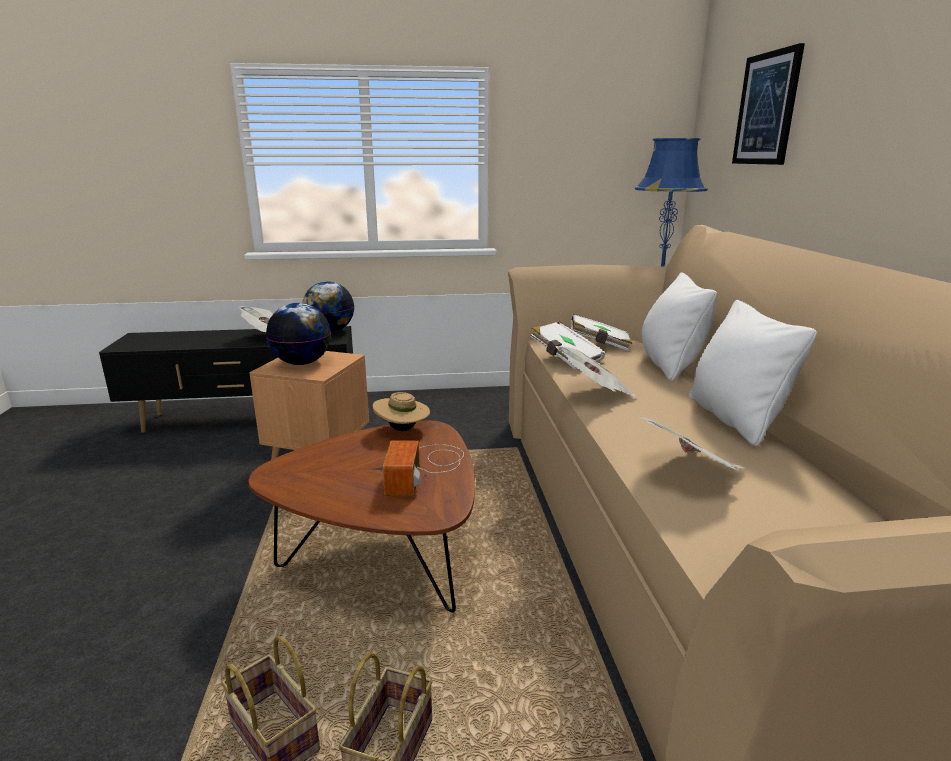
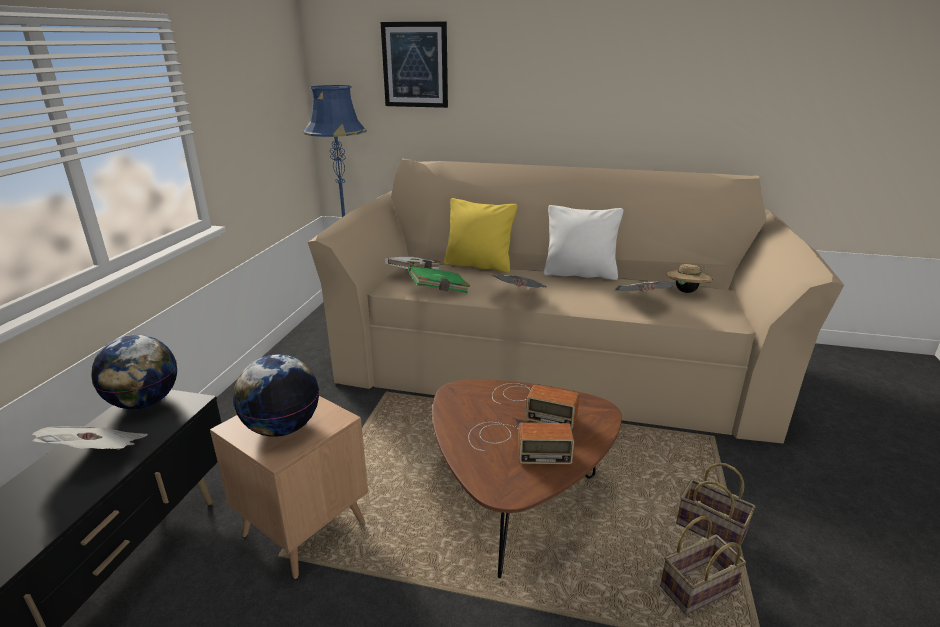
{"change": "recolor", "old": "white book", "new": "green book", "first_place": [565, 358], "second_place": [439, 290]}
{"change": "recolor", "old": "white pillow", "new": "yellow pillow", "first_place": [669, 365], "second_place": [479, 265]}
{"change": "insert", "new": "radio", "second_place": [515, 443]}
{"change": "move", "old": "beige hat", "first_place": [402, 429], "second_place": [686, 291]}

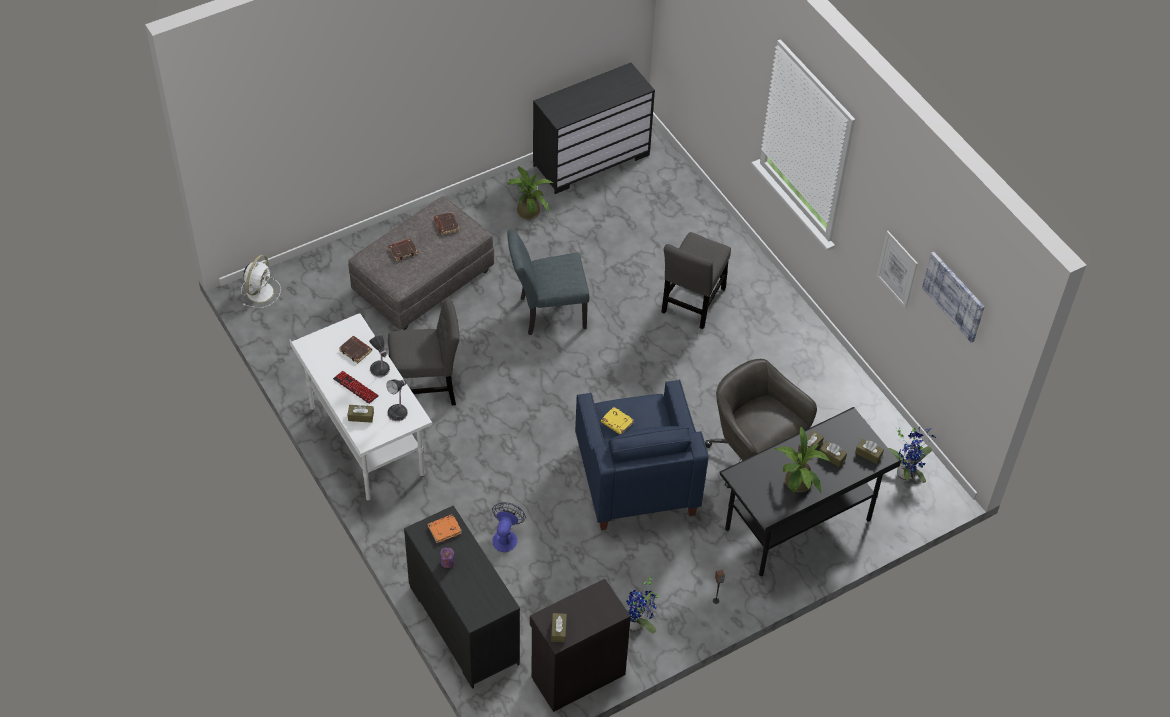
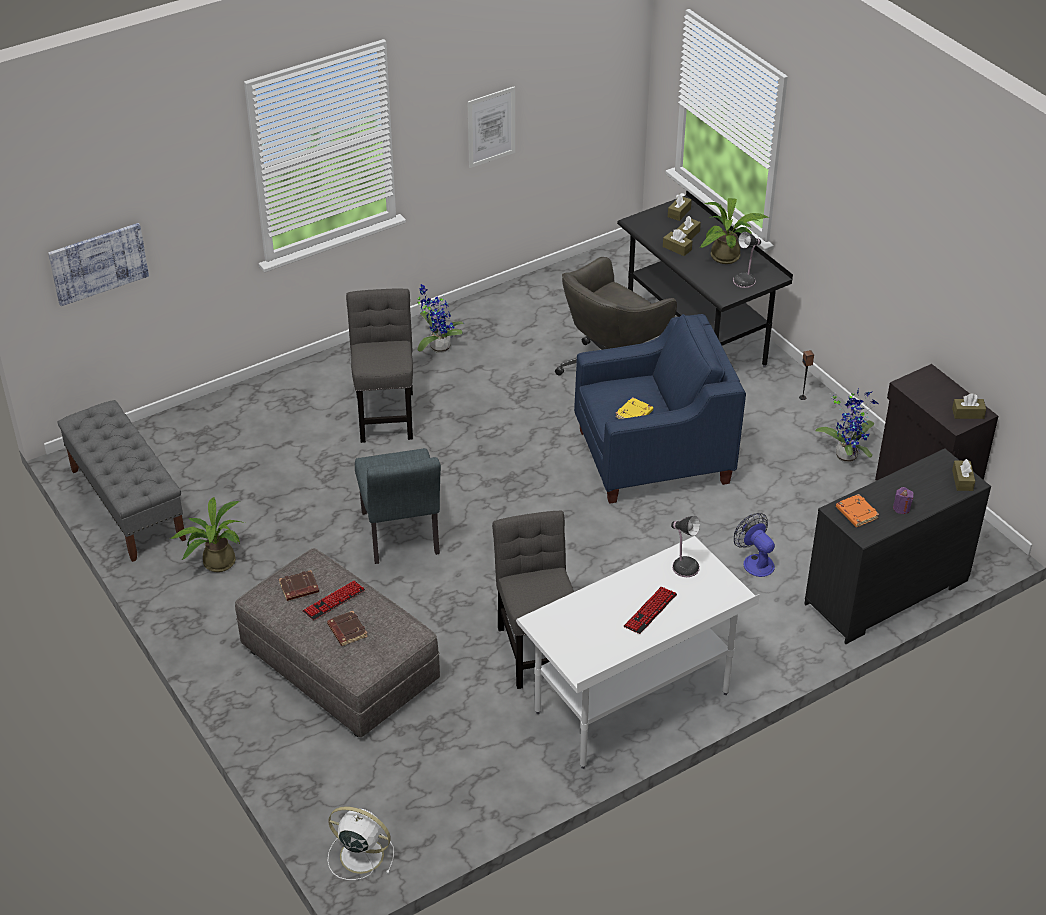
{"change": "move", "old": "picture", "first_place": [954, 296], "second_place": [98, 263]}
{"change": "replace", "old": "black dresser", "new": "grey bench", "first_place": [591, 159], "second_place": [127, 504]}
{"change": "insert", "new": "keyboard", "second_place": [334, 601]}
{"change": "rotate", "old": "grey chair", "first_place": [692, 303], "second_place": [385, 413], "degrees": -120}
{"change": "move", "old": "potted plant", "first_place": [906, 472], "second_place": [437, 346]}
{"change": "move", "old": "table lamp", "first_place": [380, 370], "second_place": [745, 280]}
{"change": "rotate", "old": "fan", "first_place": [506, 537], "second_place": [755, 562], "degrees": 45}
{"change": "move", "old": "brown tissue box", "first_place": [361, 416], "second_place": [962, 480]}
{"change": "delete", "old": "brown book", "first_place": [356, 351]}

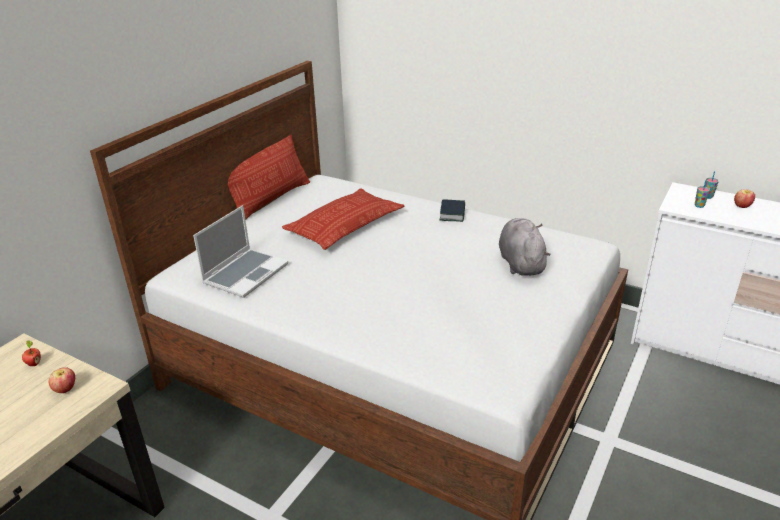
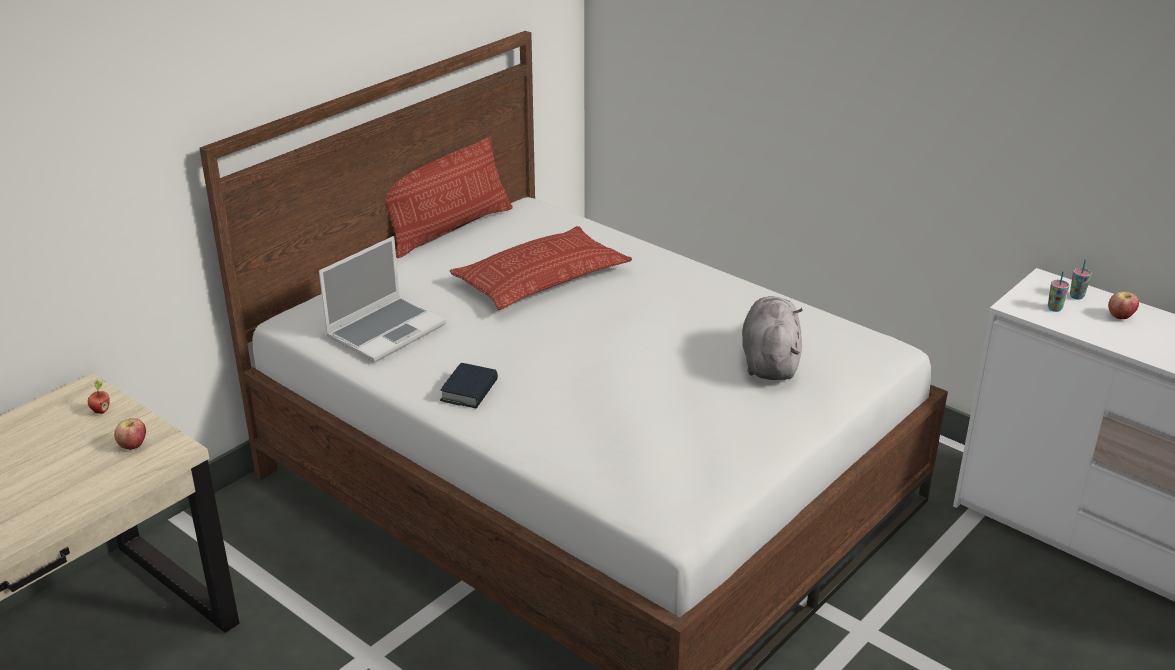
{"change": "move", "old": "book", "first_place": [452, 214], "second_place": [469, 391]}

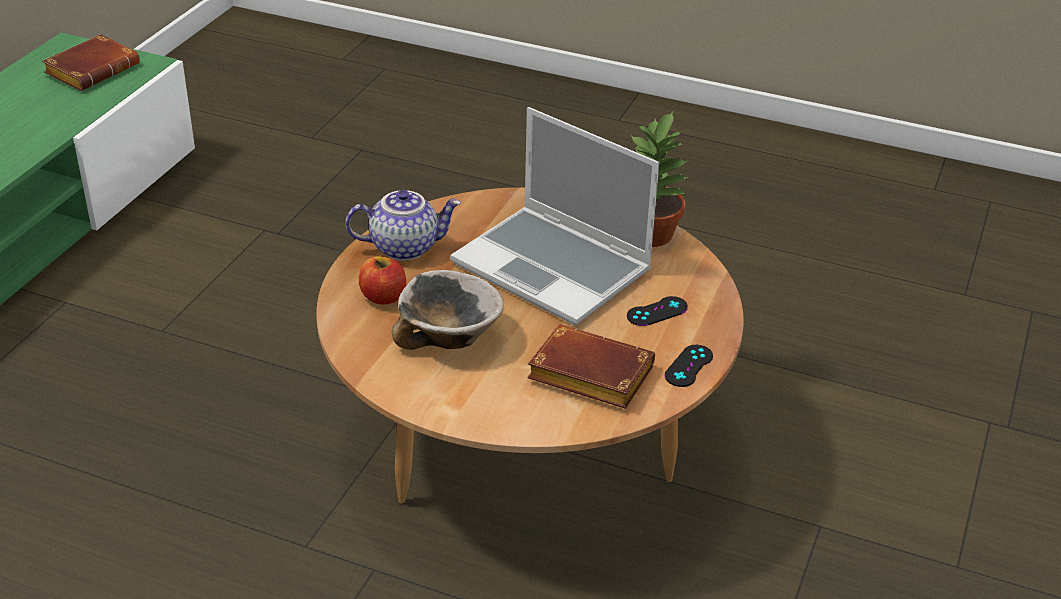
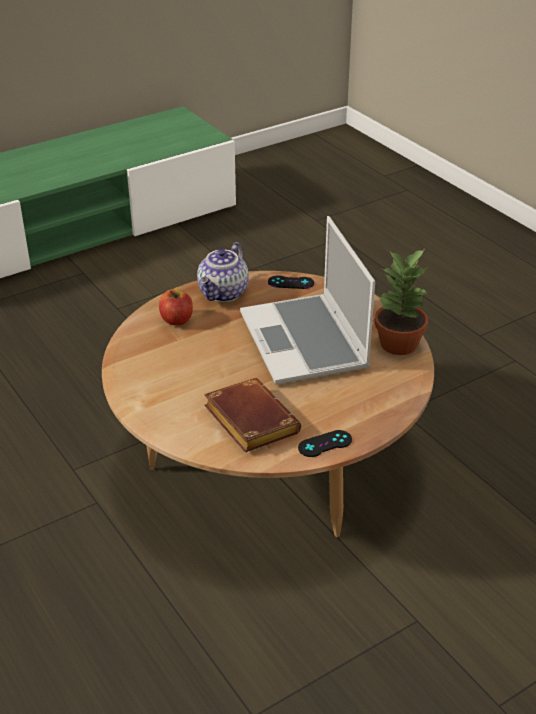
{"change": "rotate", "old": "teapot", "first_place": [405, 247], "second_place": [224, 294], "degrees": 90}
{"change": "move", "old": "black game controller", "first_place": [657, 312], "second_place": [290, 282]}
{"change": "delete", "old": "brown book", "first_place": [93, 69]}
{"change": "delete", "old": "bowl", "first_place": [450, 336]}

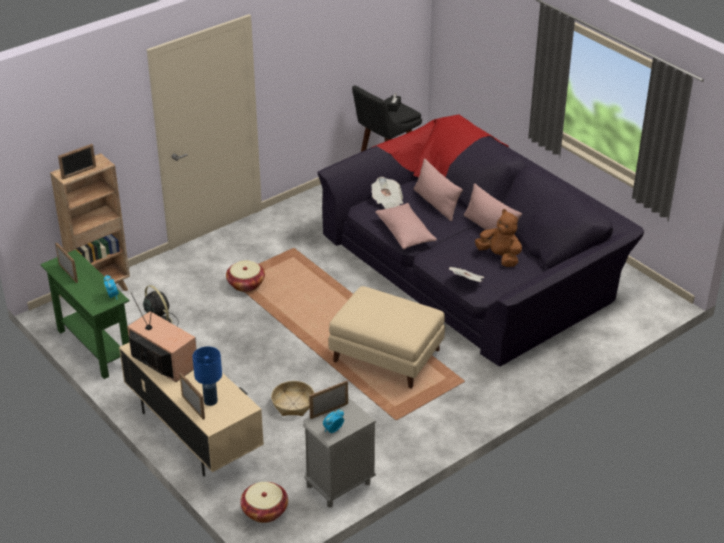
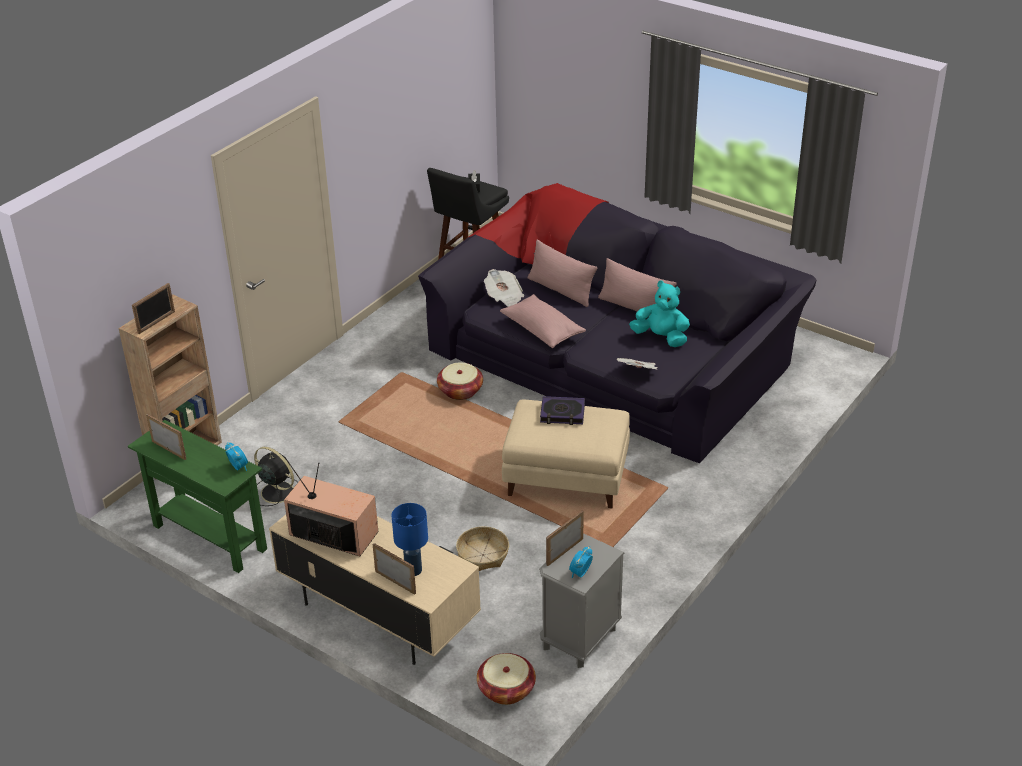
{"change": "move", "old": "basket", "first_place": [246, 284], "second_place": [460, 391]}
{"change": "insert", "new": "book", "second_place": [562, 414]}
{"change": "recolor", "old": "brown plush toy", "new": "turquoise plush toy", "first_place": [500, 257], "second_place": [661, 337]}

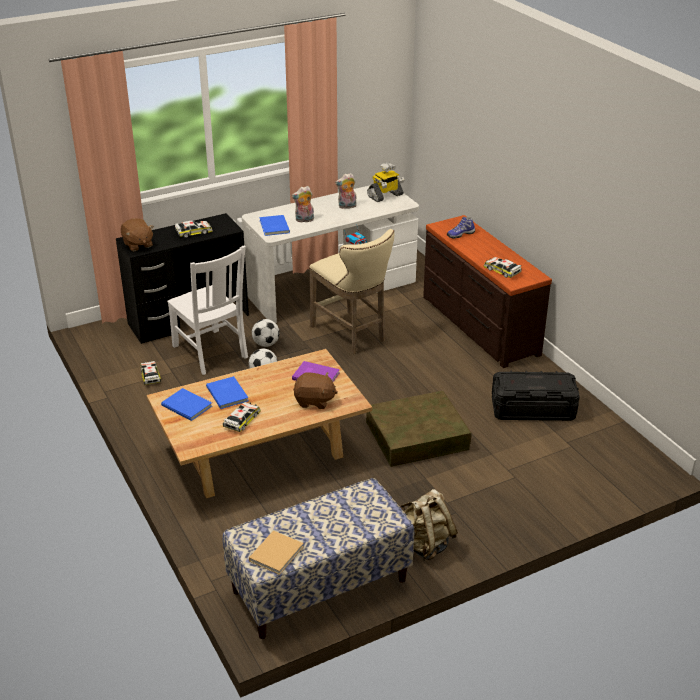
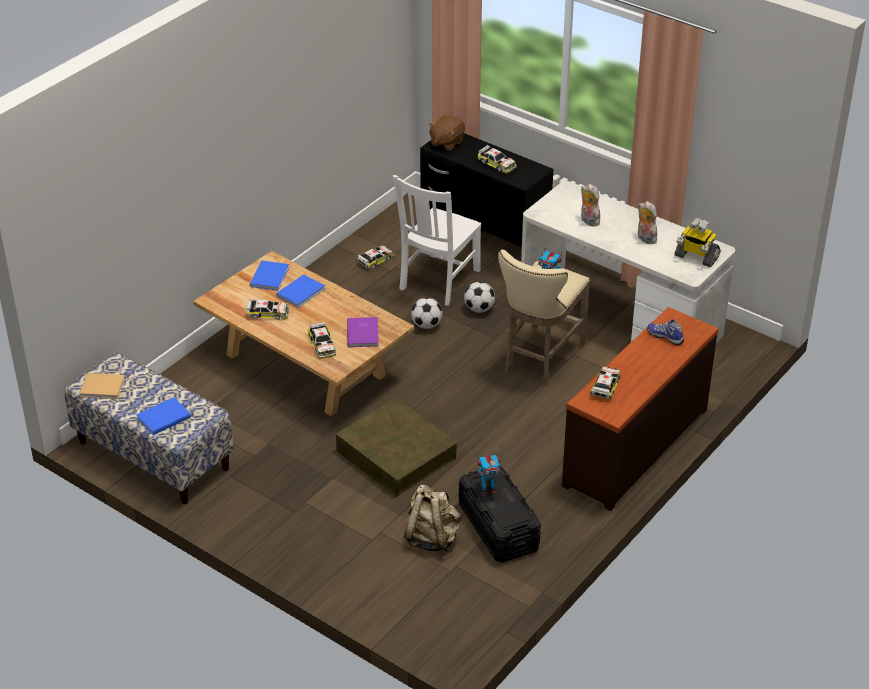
{"change": "move", "old": "blue book", "first_place": [273, 227], "second_place": [162, 417]}
{"change": "replace", "old": "brown plush toy", "new": "toy car", "first_place": [314, 401], "second_place": [322, 345]}
{"change": "move", "old": "beige backpack", "first_place": [423, 545], "second_place": [432, 538]}
{"change": "insert", "new": "toy robot", "second_place": [488, 490]}

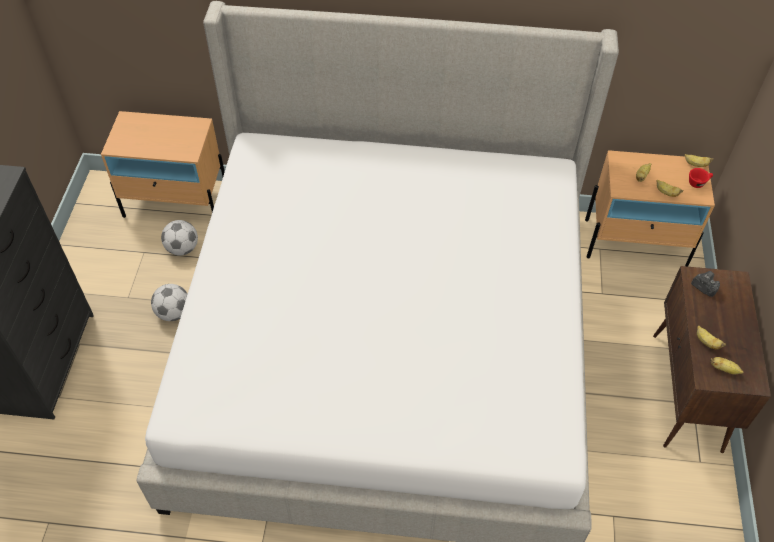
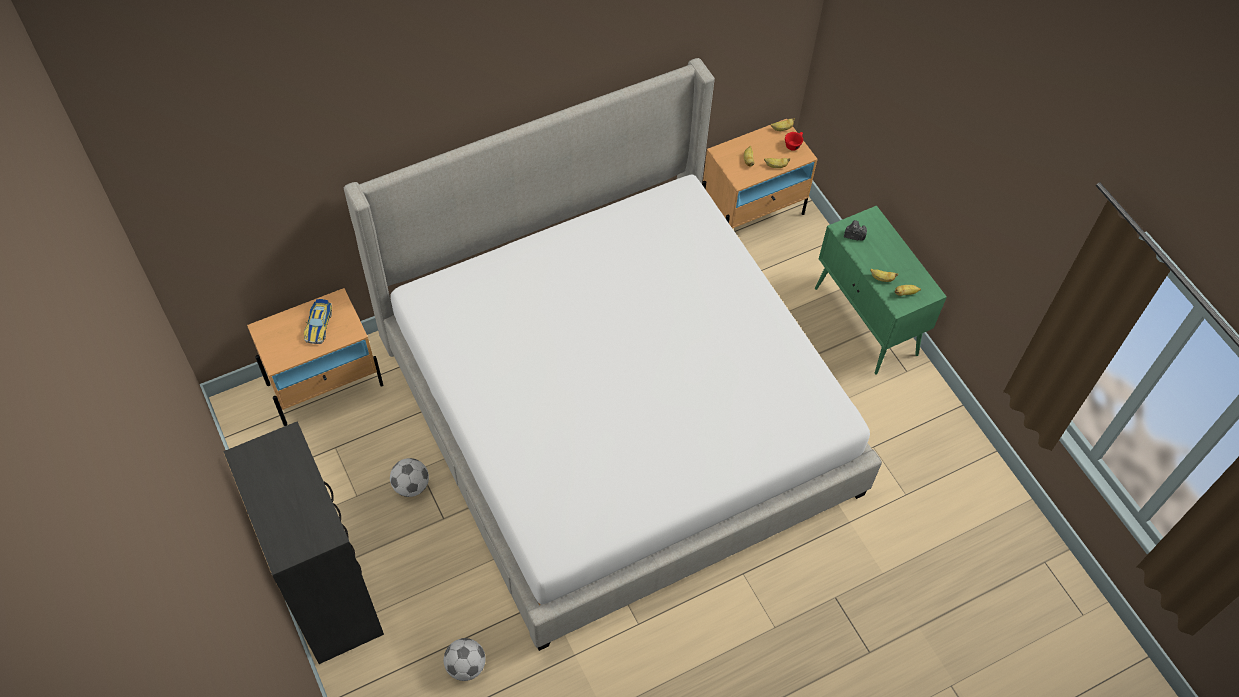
{"change": "insert", "new": "toy car", "second_place": [319, 325]}
{"change": "move", "old": "football", "first_place": [182, 248], "second_place": [465, 666]}
{"change": "recolor", "old": "brown cabinet", "new": "green cabinet", "first_place": [686, 393], "second_place": [866, 322]}

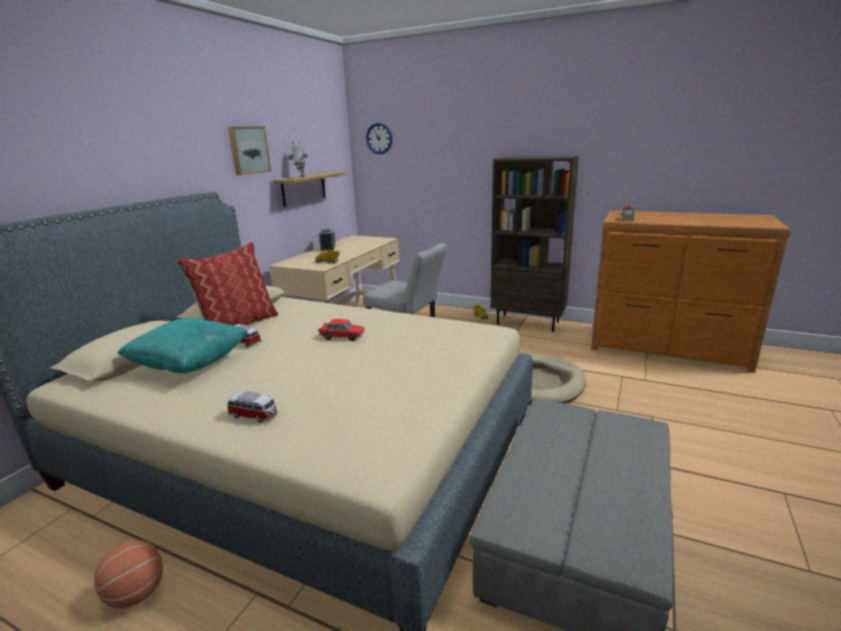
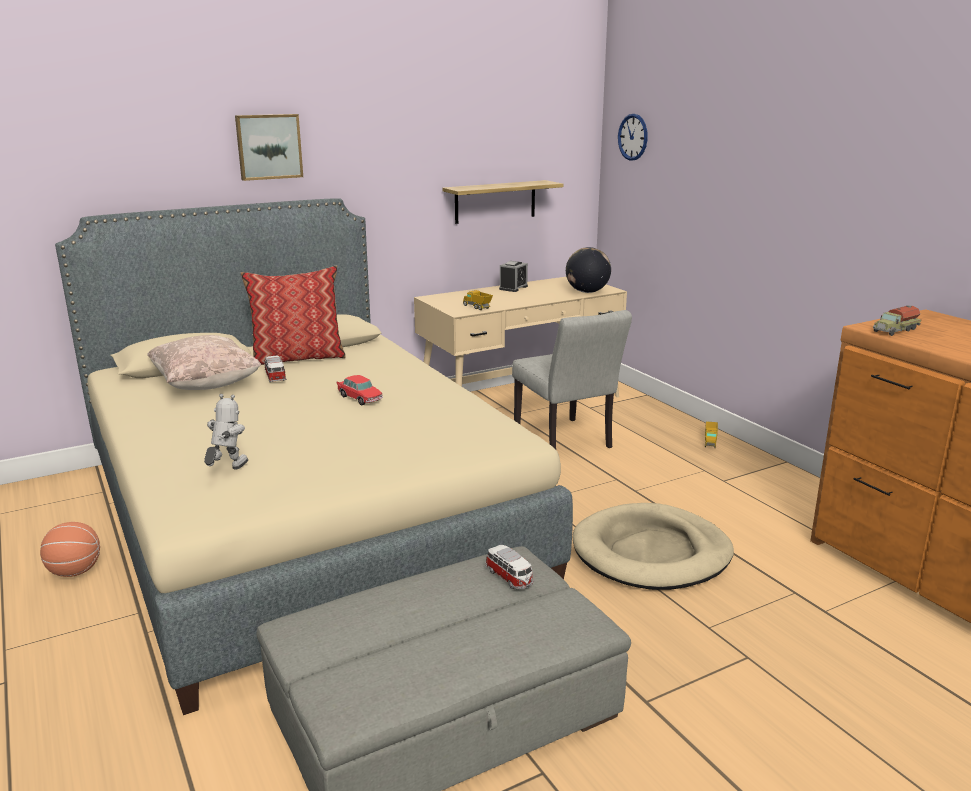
{"change": "recolor", "old": "turquoise pillow", "new": "beige pillow", "first_place": [190, 365], "second_place": [206, 385]}
{"change": "move", "old": "toy robot", "first_place": [301, 177], "second_place": [227, 471]}
{"change": "move", "old": "picture", "first_place": [248, 150], "second_place": [268, 146]}
{"change": "move", "old": "toy car", "first_place": [254, 416], "second_place": [510, 578]}
{"change": "insert", "new": "globe", "second_place": [587, 292]}
{"change": "delete", "old": "brown bookcase", "first_place": [528, 323]}

